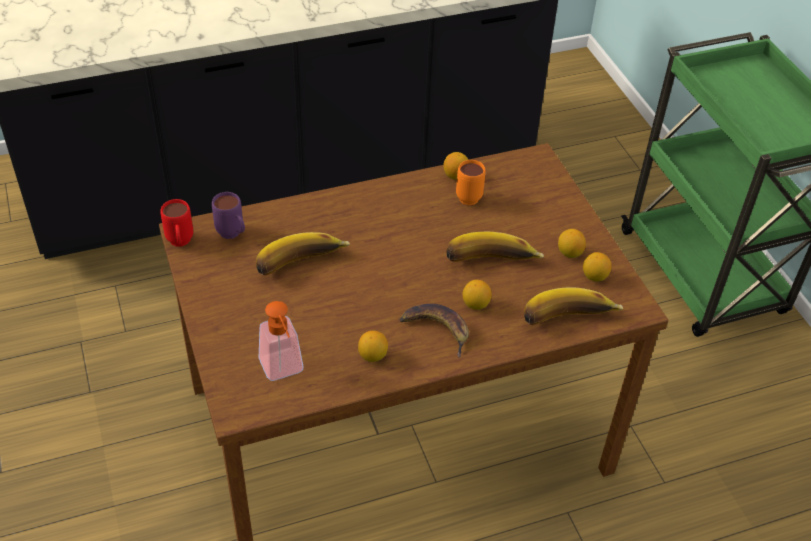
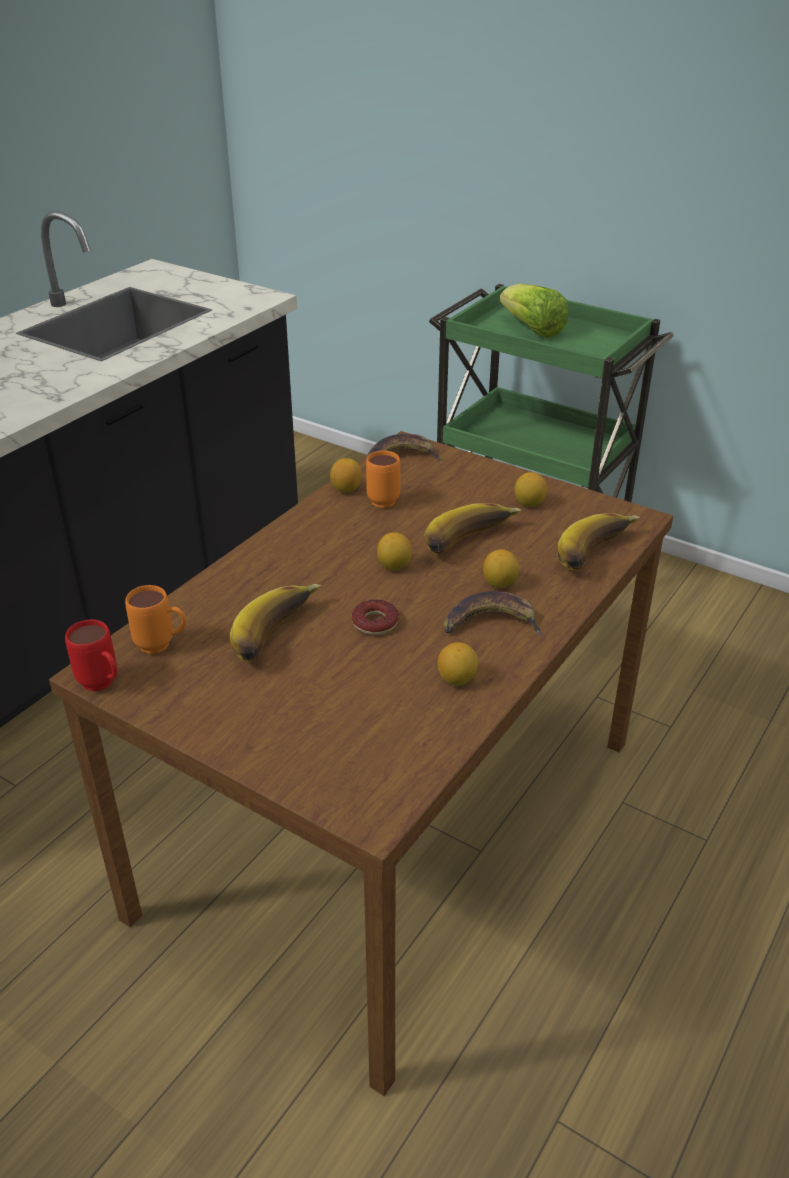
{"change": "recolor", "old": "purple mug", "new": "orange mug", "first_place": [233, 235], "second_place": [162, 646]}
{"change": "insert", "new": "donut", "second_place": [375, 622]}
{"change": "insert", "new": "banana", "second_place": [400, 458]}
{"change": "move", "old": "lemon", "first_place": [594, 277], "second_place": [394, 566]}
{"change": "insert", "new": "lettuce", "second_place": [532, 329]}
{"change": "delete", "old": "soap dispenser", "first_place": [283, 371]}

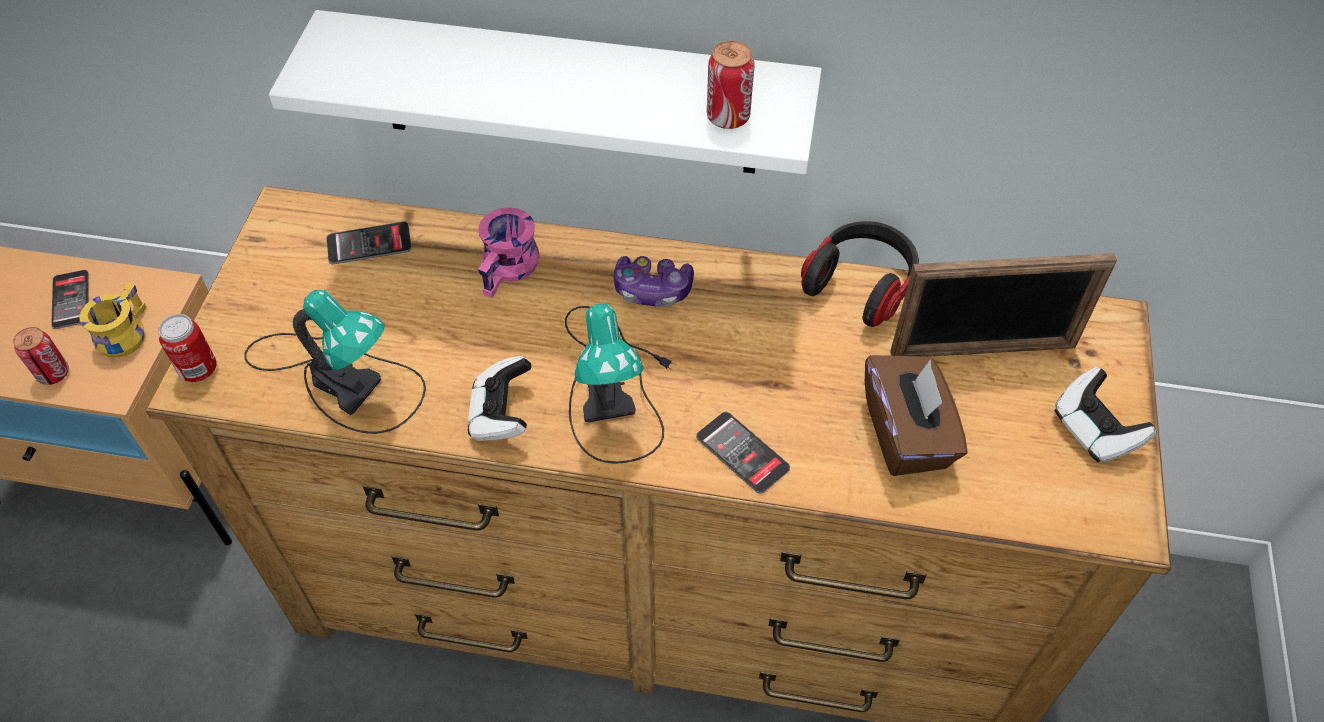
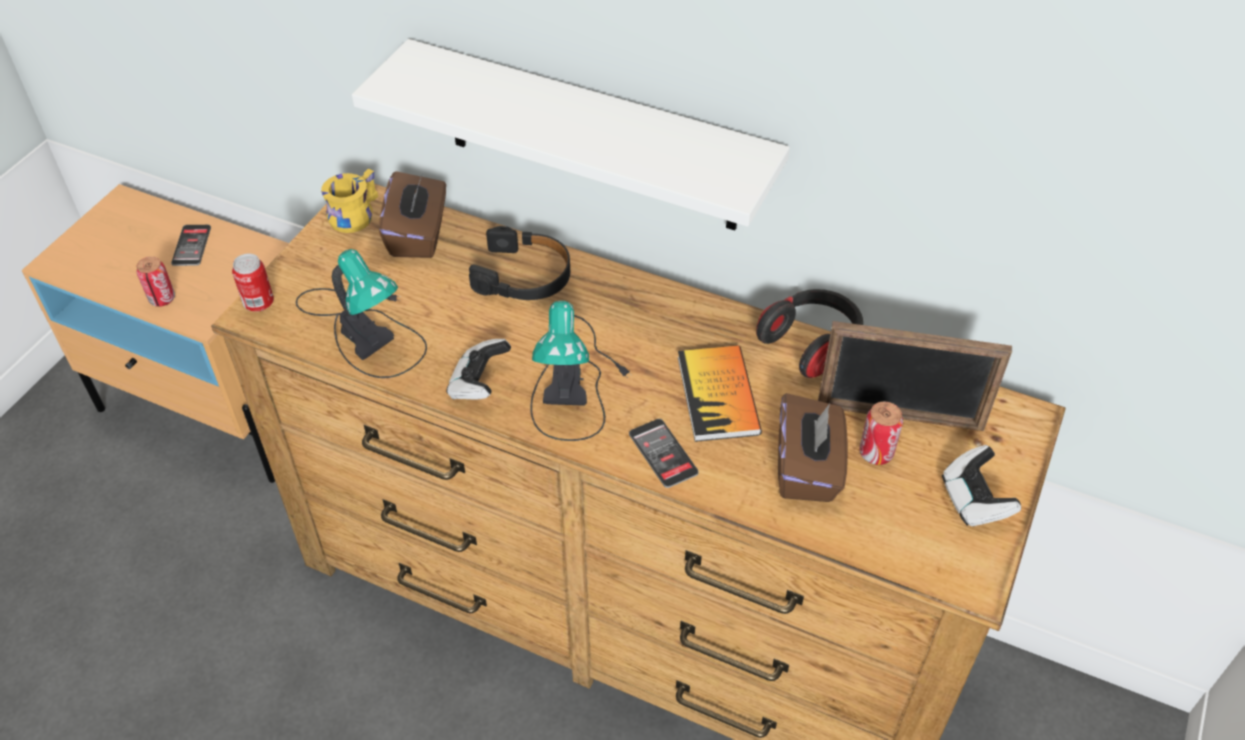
{"change": "move", "old": "yellow mug", "first_place": [122, 332], "second_place": [352, 213]}
{"change": "replace", "old": "phone", "new": "brown tissue box", "first_place": [369, 244], "second_place": [418, 235]}
{"change": "replace", "old": "pink mug", "new": "black headphones", "first_place": [511, 269], "second_place": [524, 276]}
{"change": "insert", "new": "book", "second_place": [718, 395]}
{"change": "move", "old": "can", "first_place": [728, 117], "second_place": [876, 453]}
{"change": "delete", "old": "game controller", "first_place": [652, 290]}

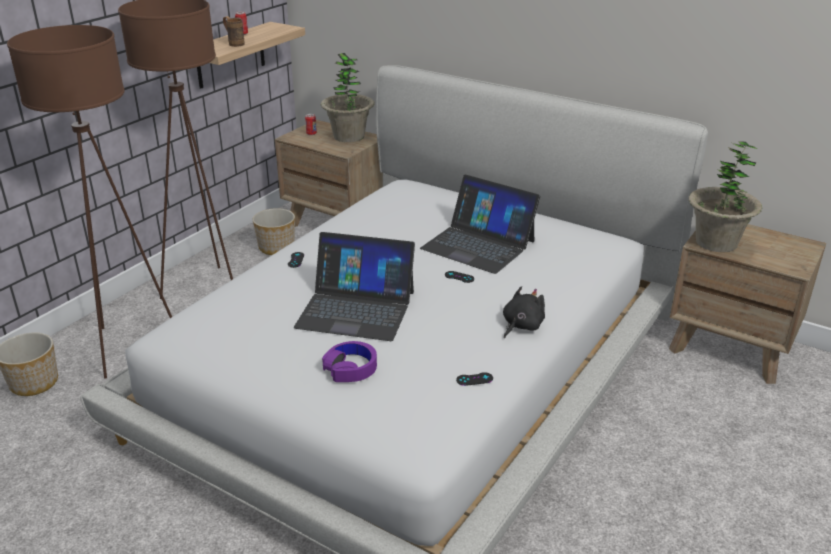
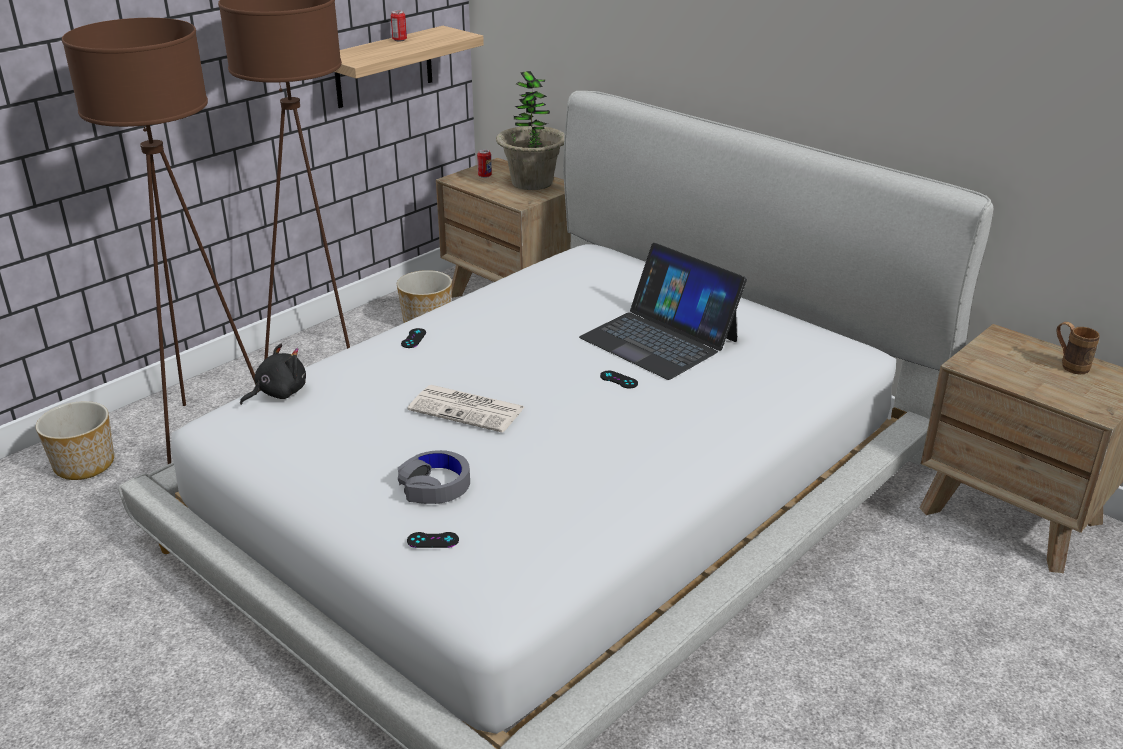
{"change": "move", "old": "black plush toy", "first_place": [521, 326], "second_place": [278, 393]}
{"change": "recolor", "old": "purple headphones", "new": "grey headphones", "first_place": [350, 368], "second_place": [435, 486]}
{"change": "move", "old": "black game controller", "first_place": [474, 379], "second_place": [433, 540]}
{"change": "replace", "old": "laptop", "new": "newspaper", "first_place": [356, 309], "second_place": [468, 409]}
{"change": "move", "old": "brown mug", "first_place": [234, 43], "second_place": [1069, 365]}
{"change": "delete", "old": "potted plant", "first_place": [716, 243]}

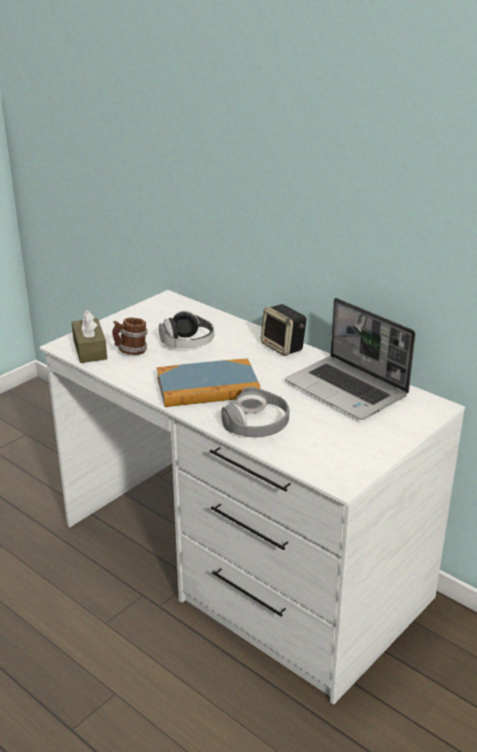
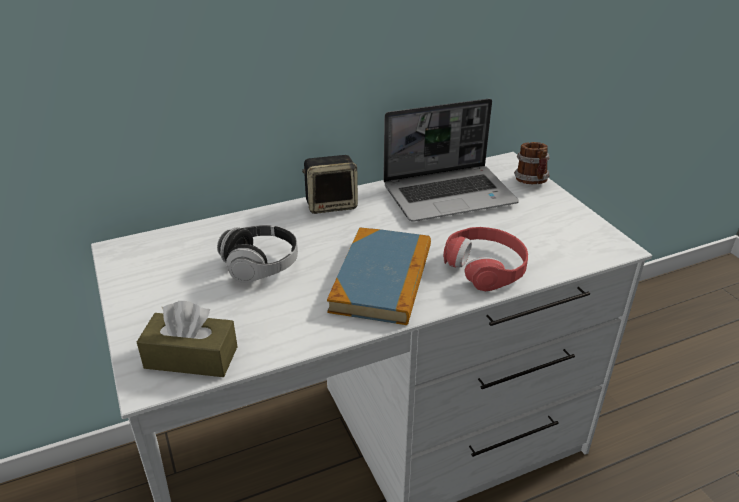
{"change": "recolor", "old": "grey headphones", "new": "red headphones", "first_place": [256, 424], "second_place": [485, 266]}
{"change": "move", "old": "mug", "first_place": [131, 351], "second_place": [532, 182]}

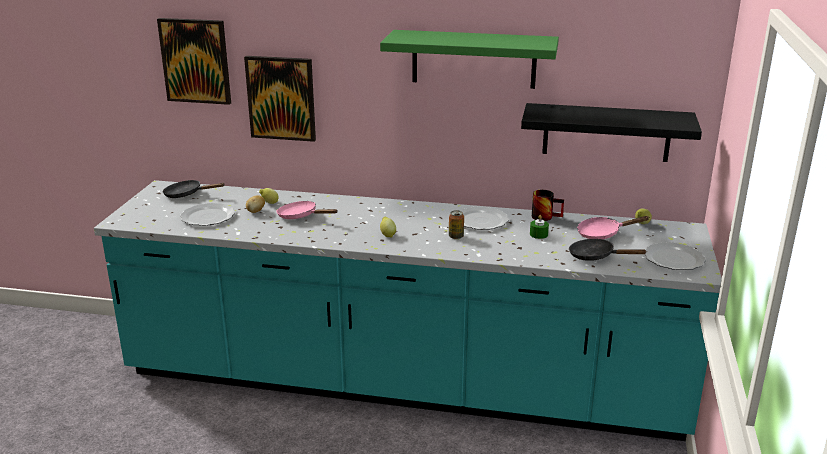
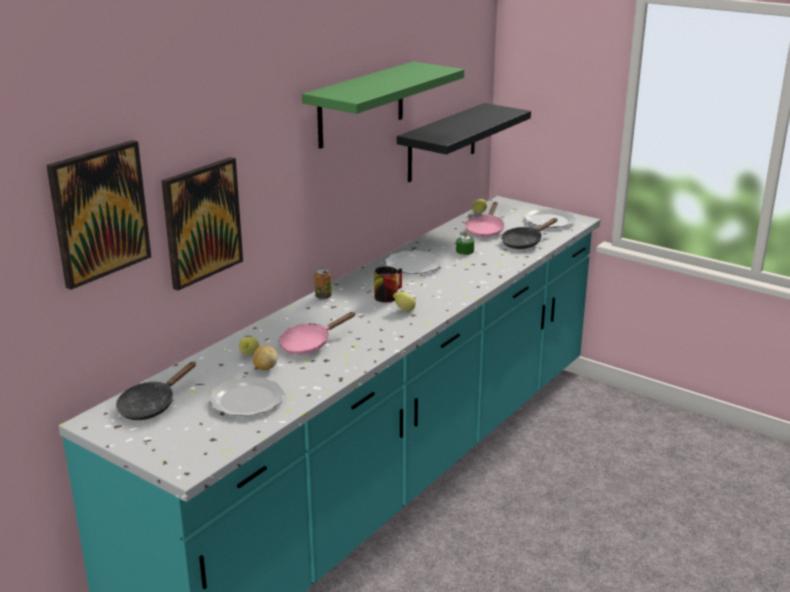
{"change": "move", "old": "can", "first_place": [456, 236], "second_place": [323, 297]}
{"change": "move", "old": "mug", "first_place": [546, 216], "second_place": [387, 295]}

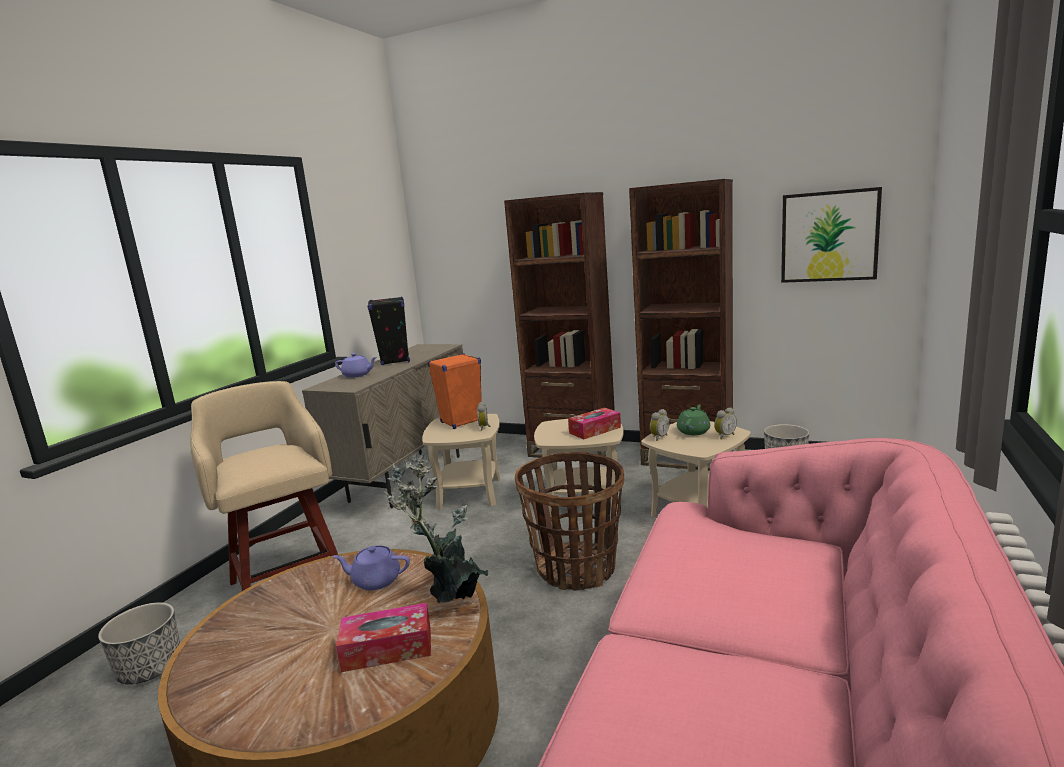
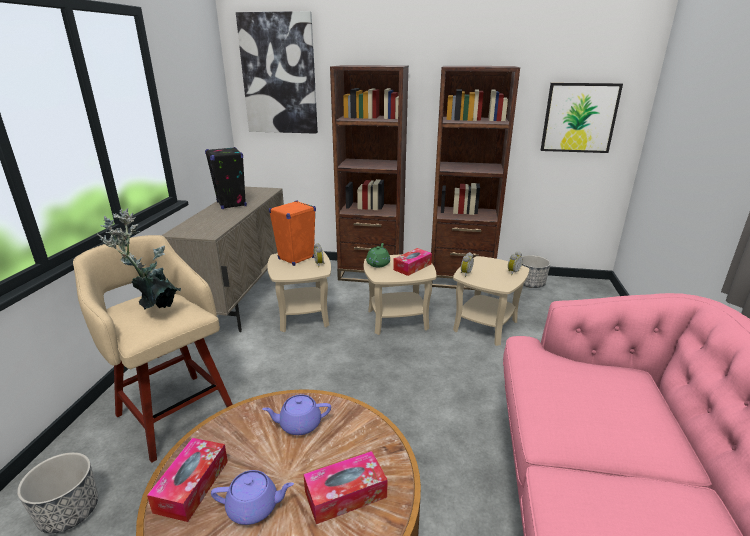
{"change": "move", "old": "potted plant", "first_place": [450, 597], "second_place": [155, 308]}
{"change": "insert", "new": "tissue box", "second_place": [192, 485]}
{"change": "move", "old": "purple teapot", "first_place": [358, 375], "second_place": [254, 507]}
{"change": "insert", "new": "picture", "second_place": [279, 75]}
{"change": "move", "old": "green teapot", "first_place": [693, 431], "second_place": [378, 263]}
{"change": "delete", "old": "basket", "first_place": [576, 568]}

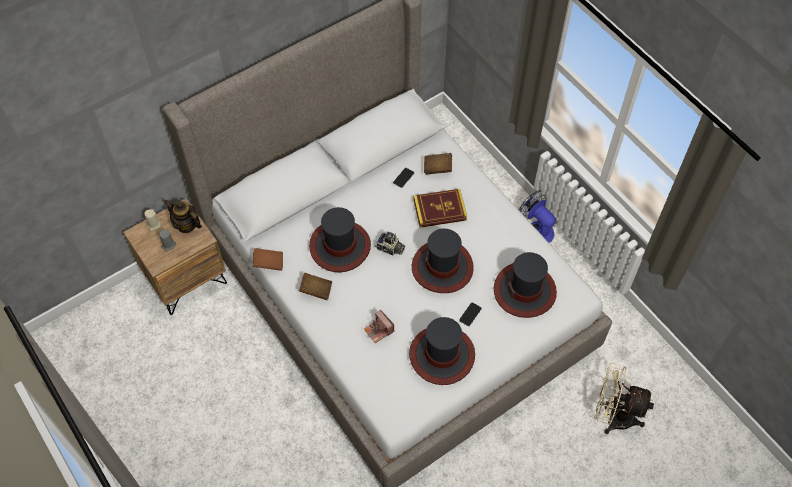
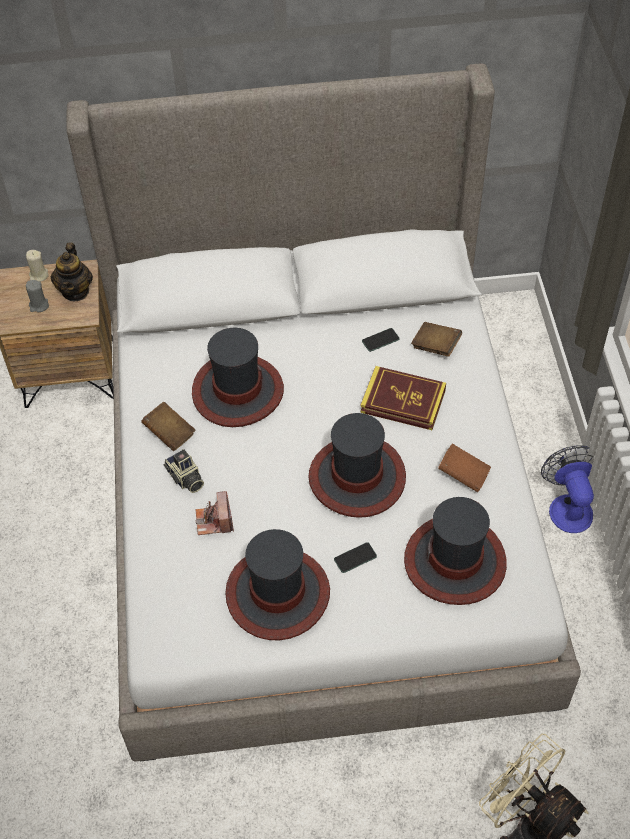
{"change": "rotate", "old": "teapot", "first_place": [186, 225], "second_place": [76, 291], "degrees": -150}
{"change": "move", "old": "photo camera", "first_place": [390, 249], "second_place": [185, 479]}
{"change": "move", "old": "brown book", "first_place": [268, 263], "second_place": [463, 475]}

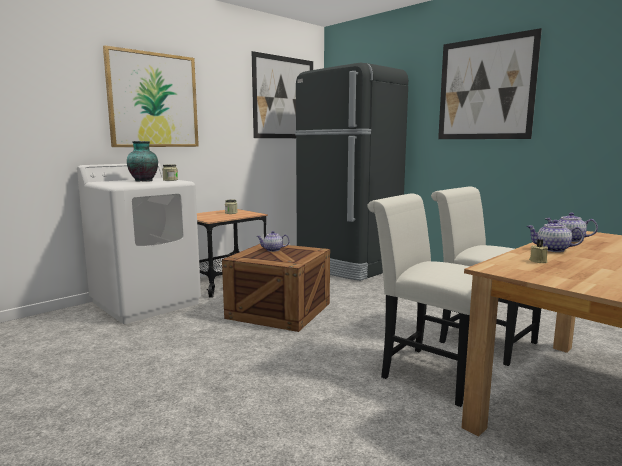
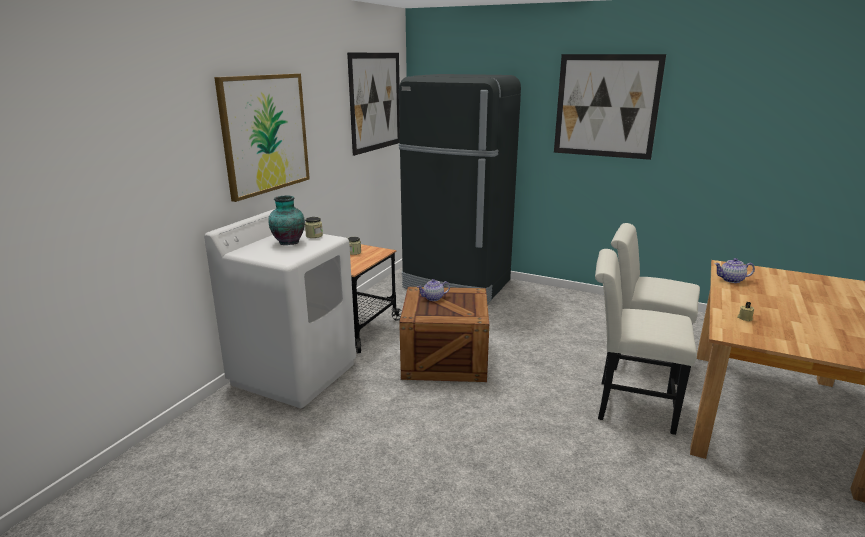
{"change": "delete", "old": "teapot", "first_place": [552, 249]}

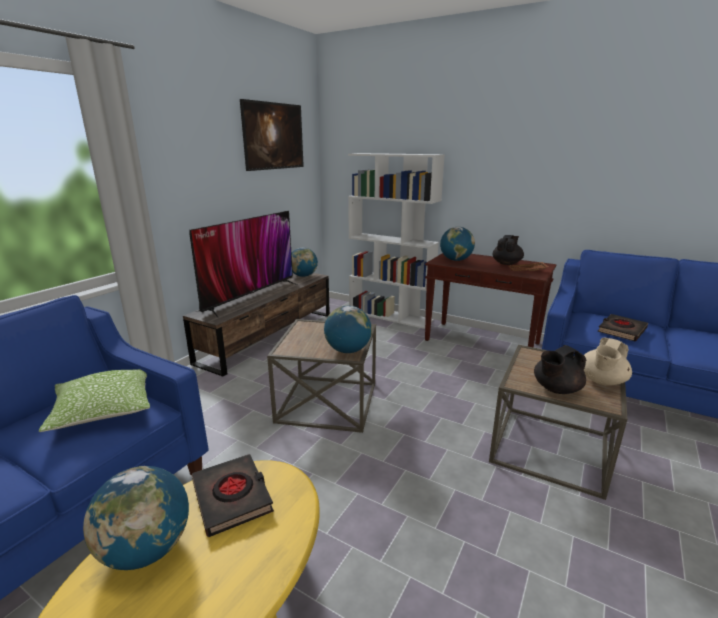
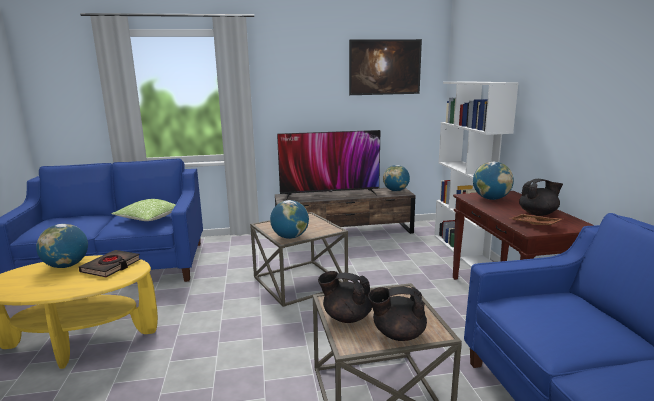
{"change": "recolor", "old": "beige teapot", "new": "black teapot", "first_place": [601, 381], "second_place": [397, 334]}
{"change": "delete", "old": "black book", "first_place": [621, 330]}

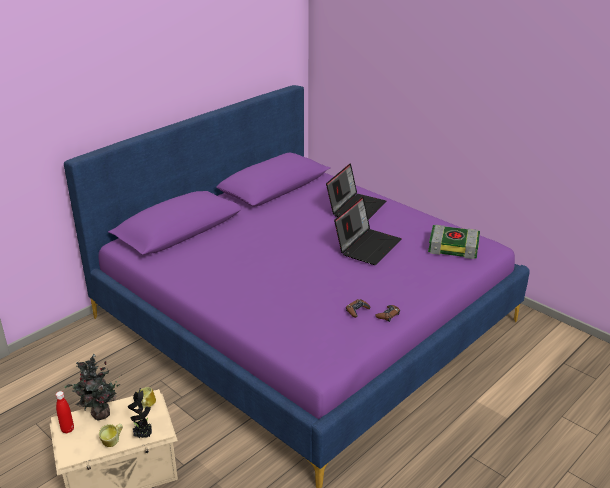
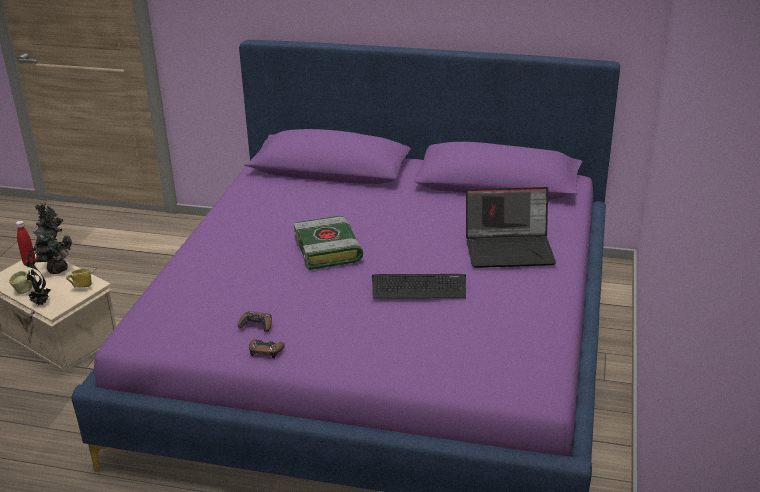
{"change": "move", "old": "book", "first_place": [454, 246], "second_place": [329, 251]}
{"change": "replace", "old": "laptop", "new": "keyboard", "first_place": [367, 246], "second_place": [419, 287]}

